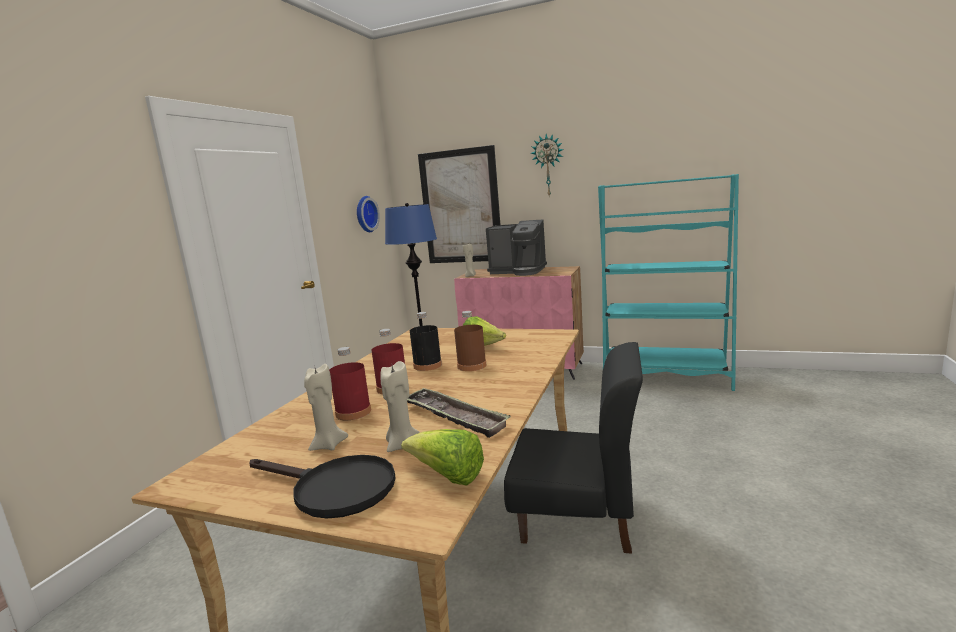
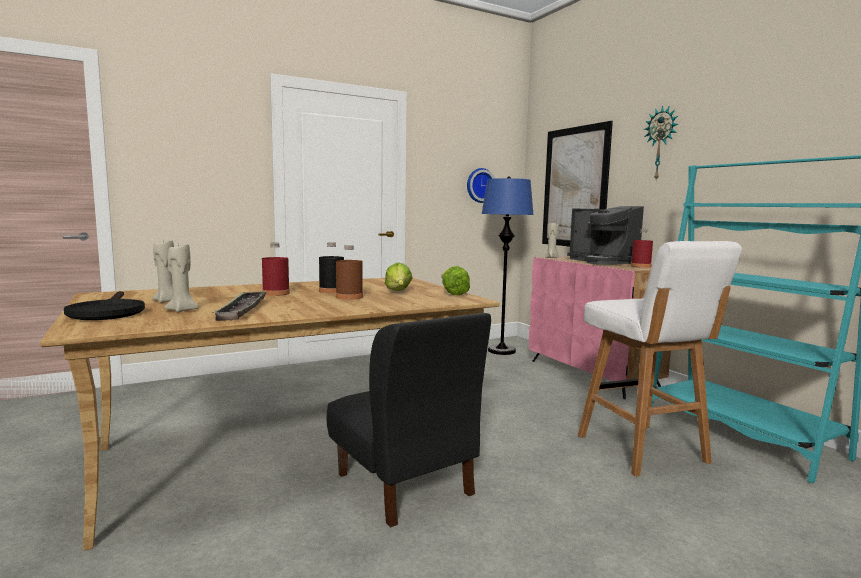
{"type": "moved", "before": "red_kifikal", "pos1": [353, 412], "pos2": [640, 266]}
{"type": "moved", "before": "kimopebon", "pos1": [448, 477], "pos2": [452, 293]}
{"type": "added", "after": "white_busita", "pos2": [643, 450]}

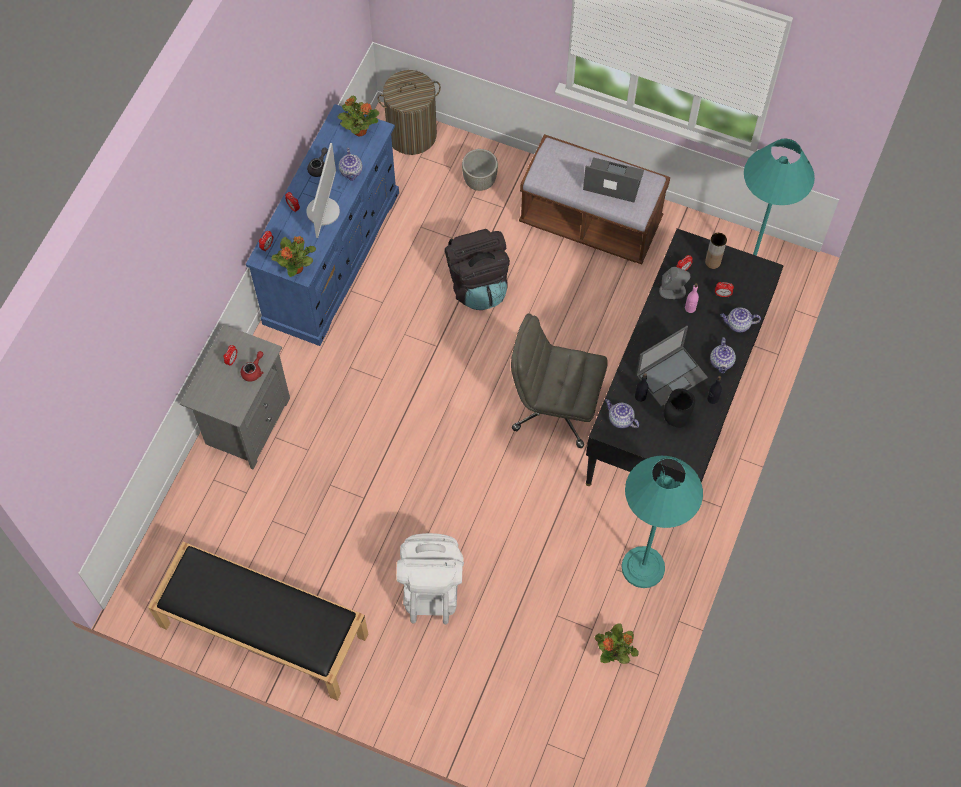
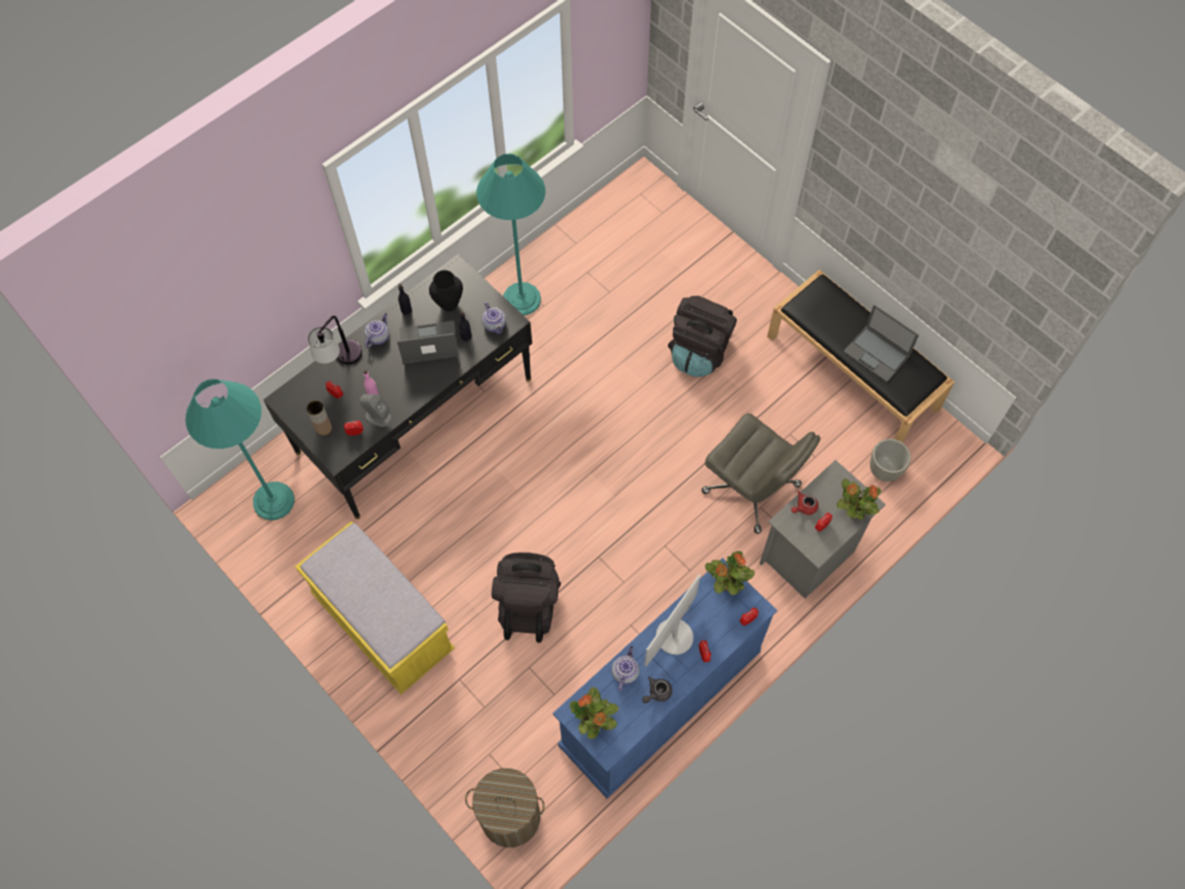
{"type": "recoloured", "before": "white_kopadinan", "after": "black_kopadinan", "pos1": [431, 586], "pos2": [699, 351]}
{"type": "moved", "before": "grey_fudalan", "pos1": [480, 181], "pos2": [884, 470]}
{"type": "moved", "before": "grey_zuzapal", "pos1": [555, 408], "pos2": [752, 489]}
{"type": "recoloured", "before": "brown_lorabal", "after": "yellow_lorabal", "pos1": [590, 222], "pos2": [383, 623]}
{"type": "moved", "before": "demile", "pos1": [612, 180], "pos2": [877, 354]}
{"type": "moved", "before": "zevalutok", "pos1": [614, 653], "pos2": [853, 510]}
{"type": "replaced", "before": "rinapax", "after": "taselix", "pos1": [737, 324], "pos2": [341, 363]}

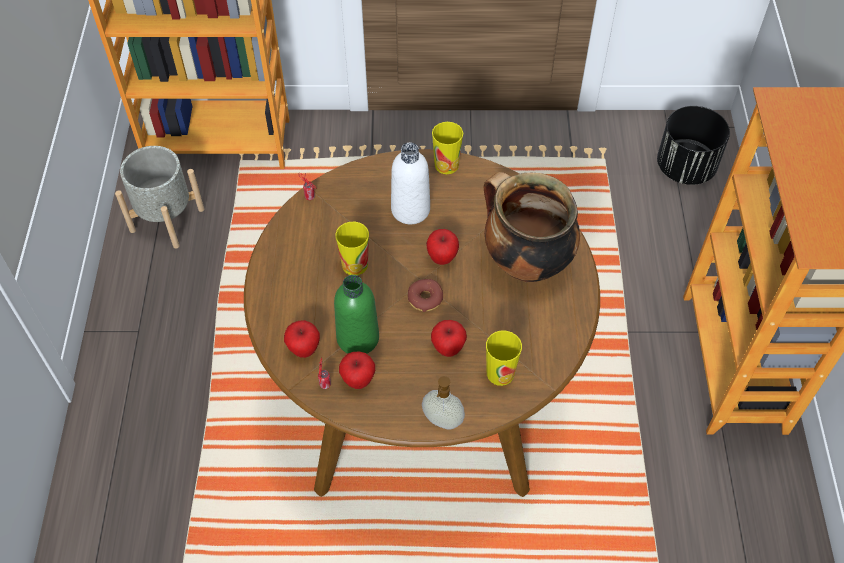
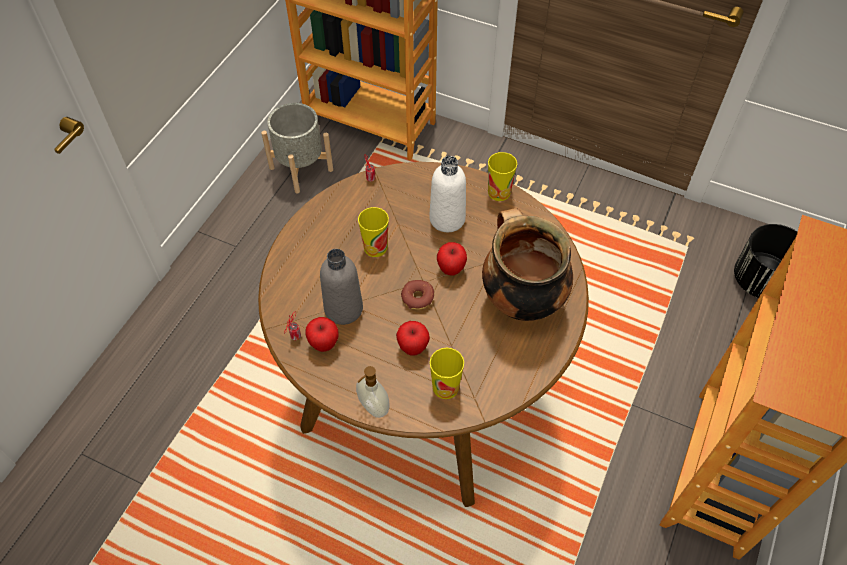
{"type": "removed", "before": "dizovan", "pos1": [304, 349]}
{"type": "recoloured", "before": "green_kifikal", "after": "grey_kifikal", "pos1": [358, 338], "pos2": [343, 309]}

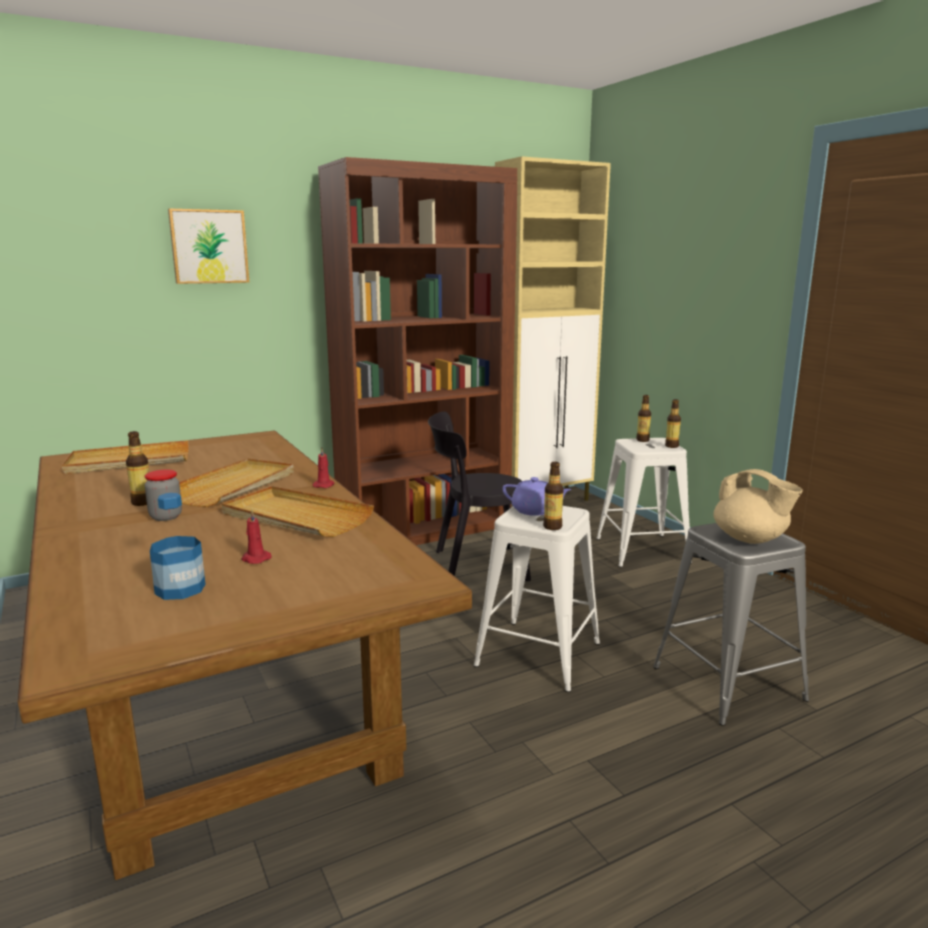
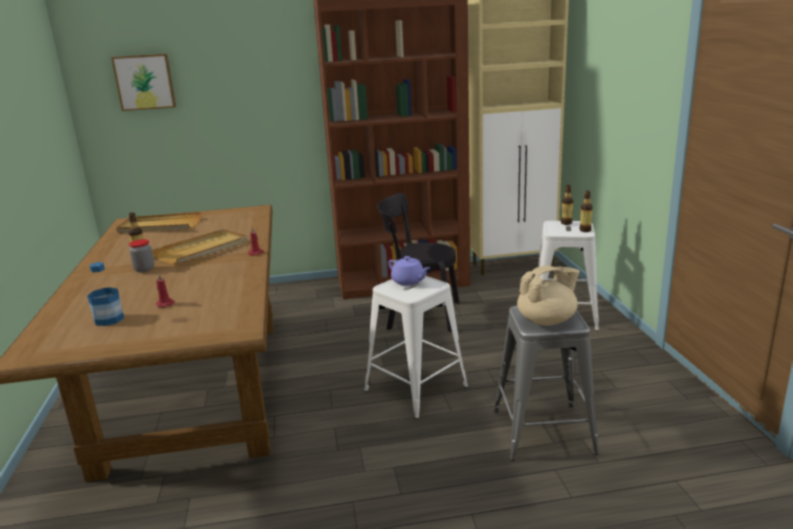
{"type": "moved", "before": "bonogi", "pos1": [209, 246], "pos2": [145, 82]}
{"type": "removed", "before": "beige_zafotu", "pos1": [295, 517]}
{"type": "removed", "before": "kifikal", "pos1": [552, 527]}
{"type": "turned", "before": "beige_rinapax", "pos1": [750, 539], "pos2": [547, 321], "turn": -90}

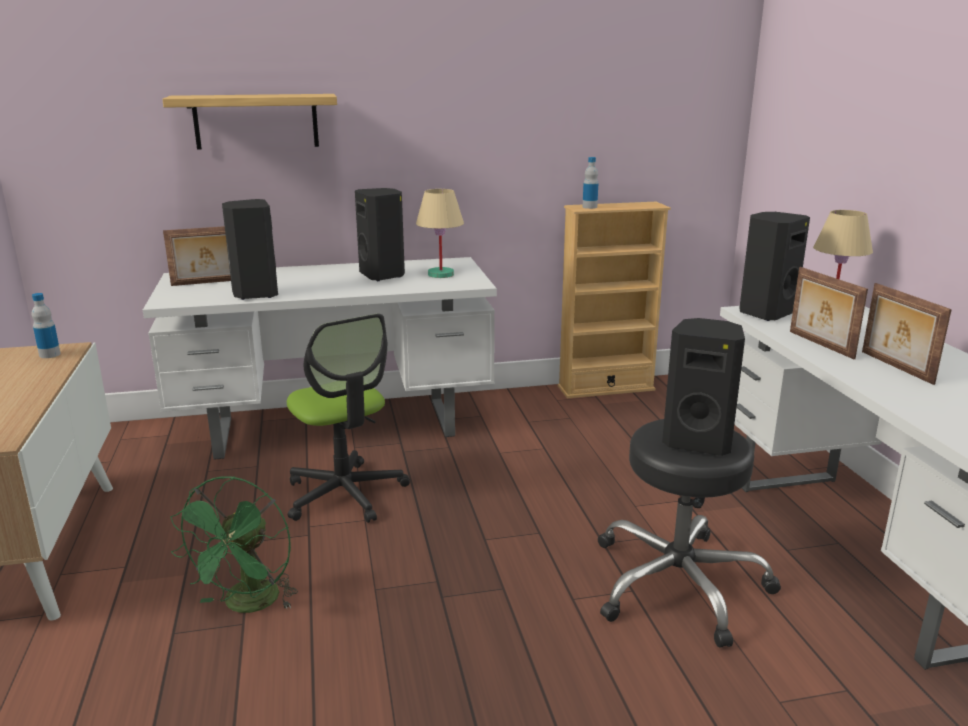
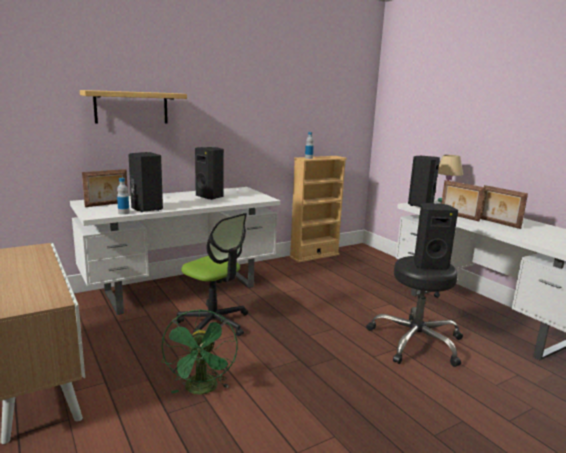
{"type": "moved", "before": "kifikal", "pos1": [50, 354], "pos2": [123, 213]}
{"type": "removed", "before": "beige_taselix", "pos1": [441, 274]}

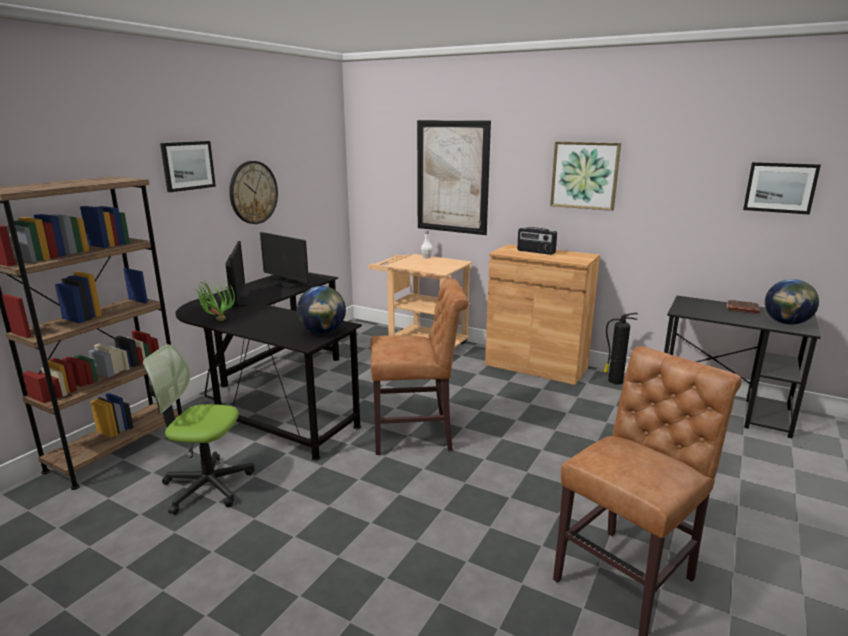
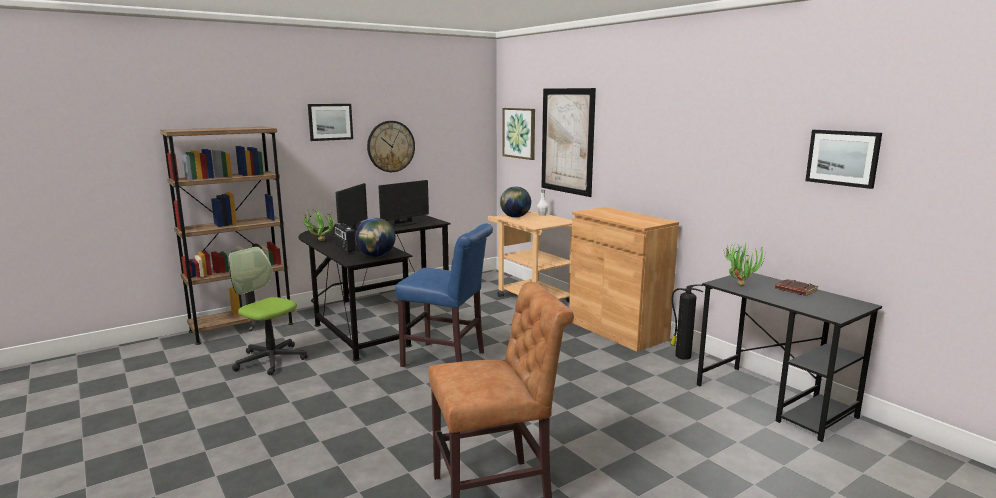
{"type": "turned", "before": "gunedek", "pos1": [288, 284], "pos2": [404, 223], "turn": -105}
{"type": "recoloured", "before": "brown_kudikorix", "after": "blue_kudikorix", "pos1": [417, 435], "pos2": [447, 360]}
{"type": "moved", "before": "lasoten", "pos1": [535, 252], "pos2": [344, 248]}
{"type": "moved", "before": "bonogi", "pos1": [584, 175], "pos2": [519, 133]}
{"type": "moved", "before": "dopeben", "pos1": [786, 323], "pos2": [515, 217]}
{"type": "added", "after": "zevalutok", "pos2": [740, 284]}

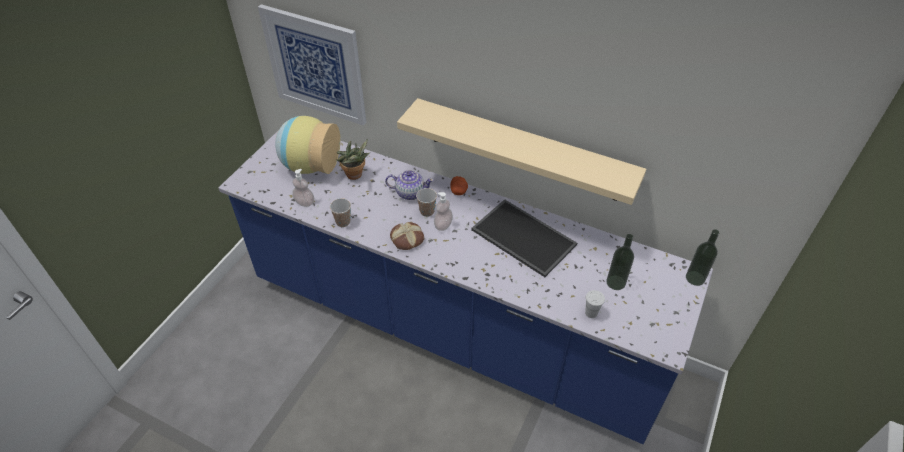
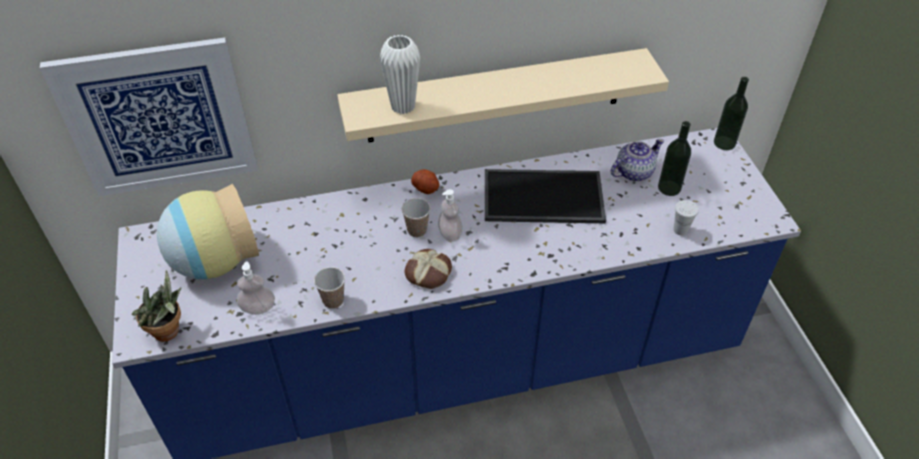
{"type": "moved", "before": "zevalutok", "pos1": [355, 176], "pos2": [170, 332]}
{"type": "moved", "before": "rinapax", "pos1": [410, 193], "pos2": [633, 172]}
{"type": "added", "after": "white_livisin", "pos2": [403, 106]}

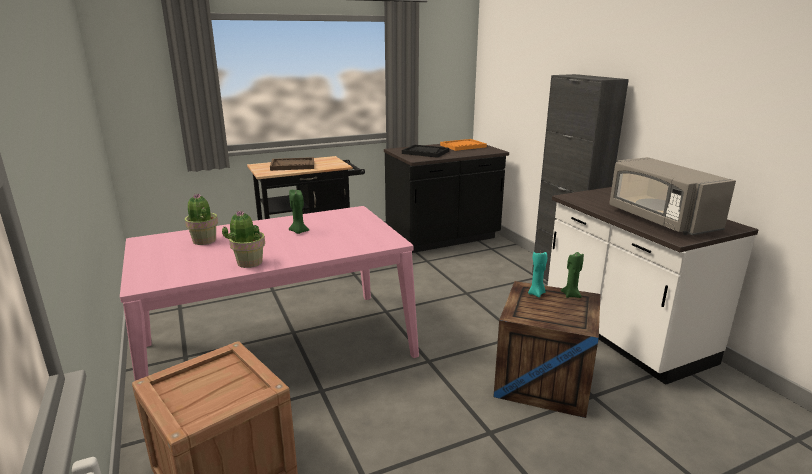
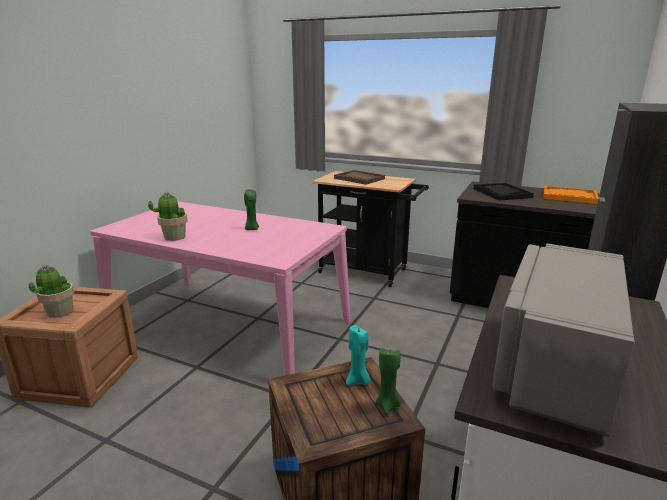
{"type": "moved", "before": "zevalutok", "pos1": [204, 241], "pos2": [59, 312]}

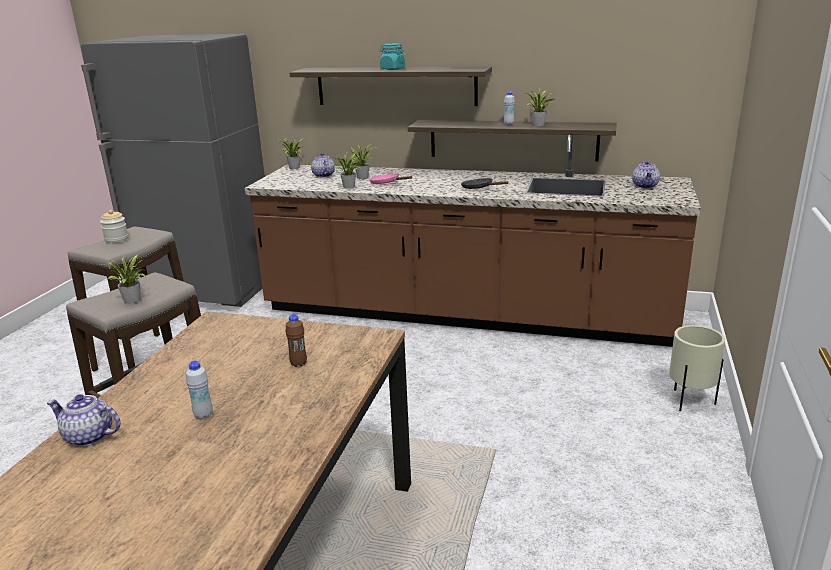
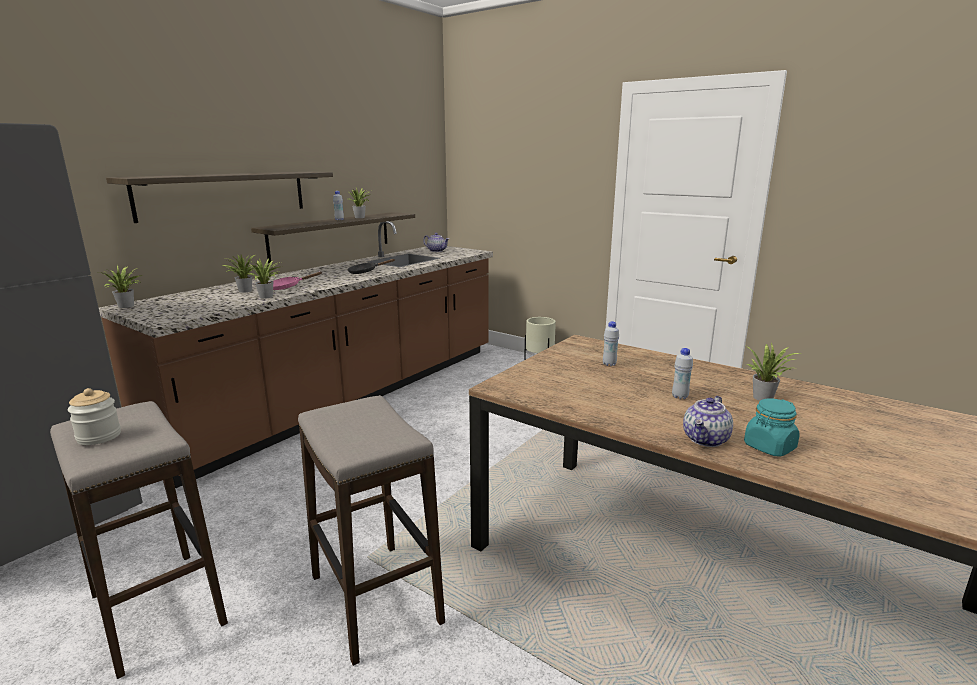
{"type": "moved", "before": "zevalutok", "pos1": [133, 301], "pos2": [765, 397]}
{"type": "recoloured", "before": "brown_kifikal", "after": "white_kifikal", "pos1": [298, 364], "pos2": [609, 364]}
{"type": "removed", "before": "rinapax", "pos1": [323, 175]}
{"type": "moved", "before": "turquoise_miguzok", "pos1": [392, 69], "pos2": [769, 447]}

